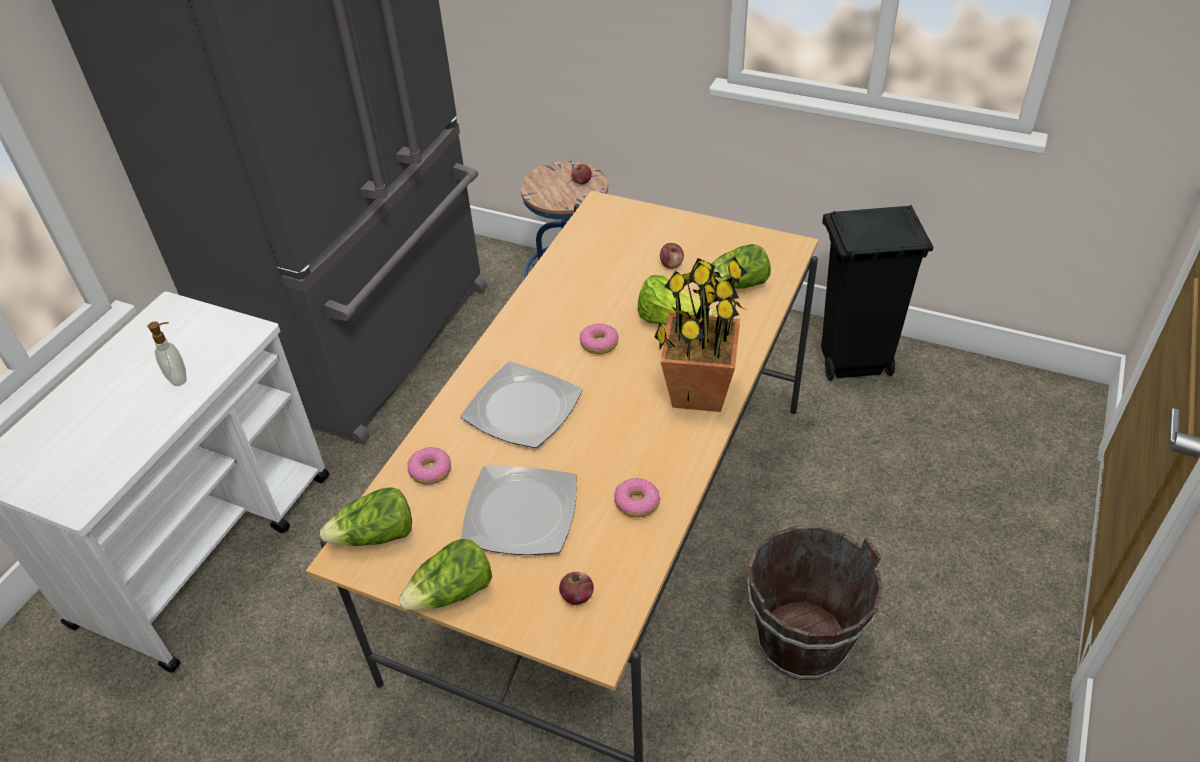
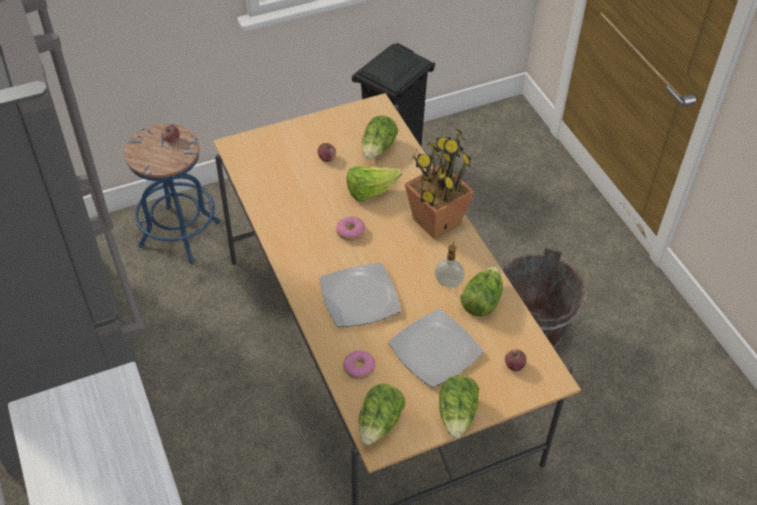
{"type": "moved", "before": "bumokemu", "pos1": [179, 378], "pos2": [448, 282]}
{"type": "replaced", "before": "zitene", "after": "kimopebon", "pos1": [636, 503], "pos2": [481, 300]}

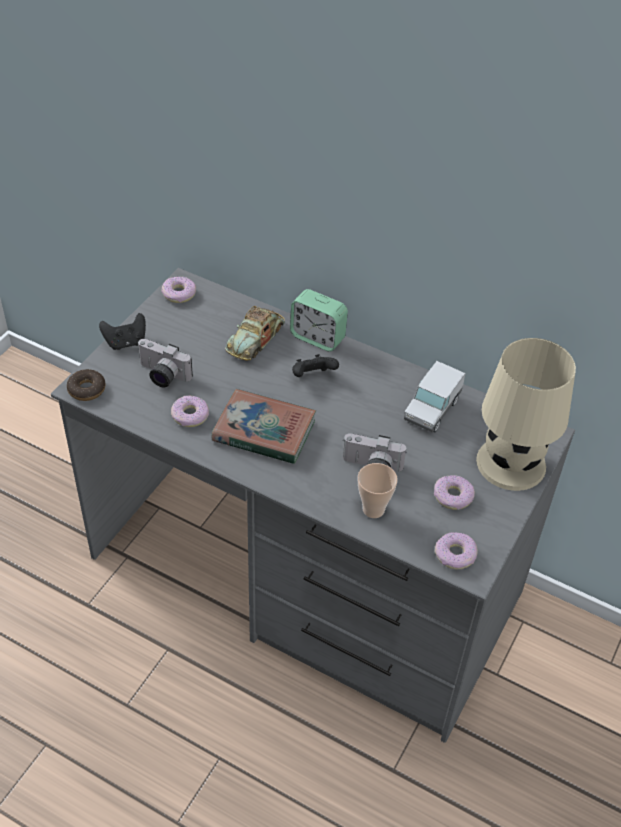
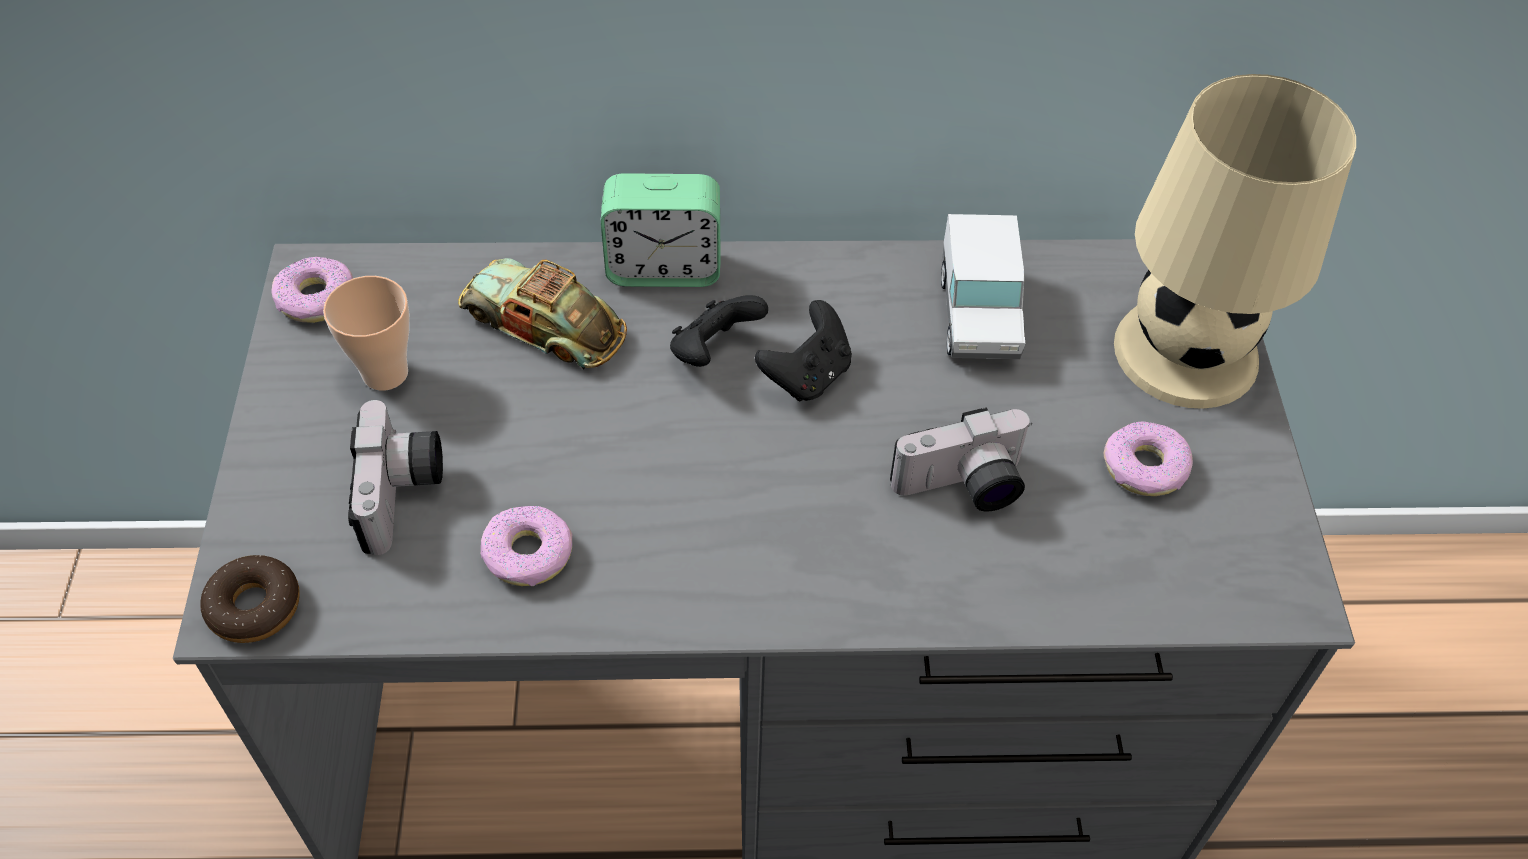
{"type": "moved", "before": "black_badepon", "pos1": [125, 342], "pos2": [807, 375]}
{"type": "turned", "before": "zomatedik", "pos1": [161, 375], "pos2": [403, 494], "turn": -90}
{"type": "removed", "before": "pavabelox", "pos1": [264, 431]}
{"type": "turned", "before": "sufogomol", "pos1": [255, 339], "pos2": [544, 324], "turn": 120}
{"type": "moved", "before": "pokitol", "pos1": [373, 509], "pos2": [385, 373]}
{"type": "removed", "before": "zitene", "pos1": [455, 555]}

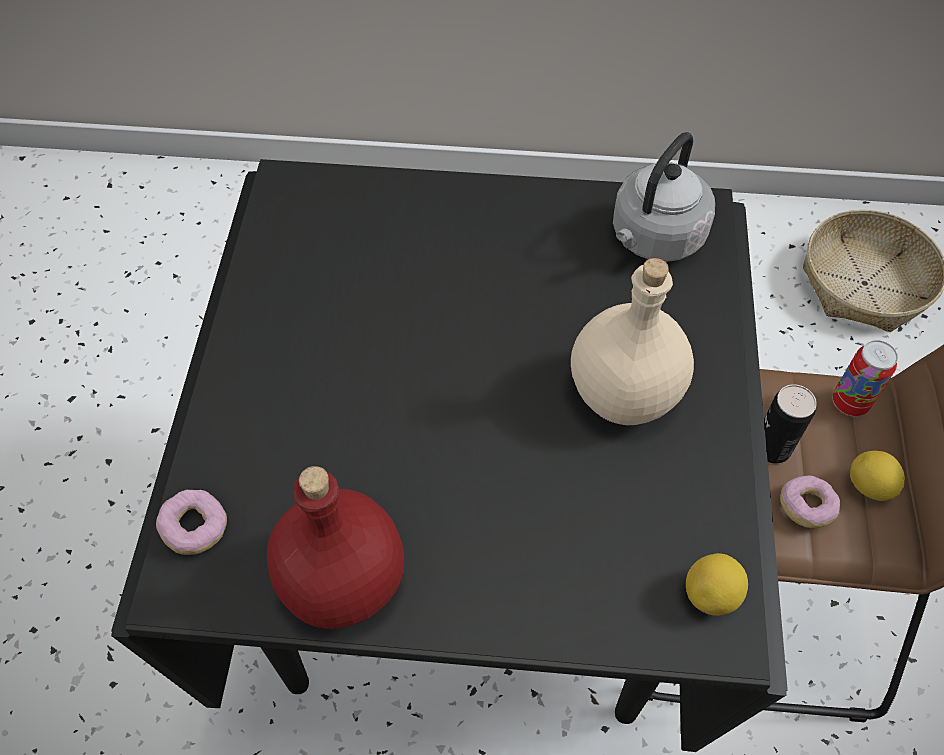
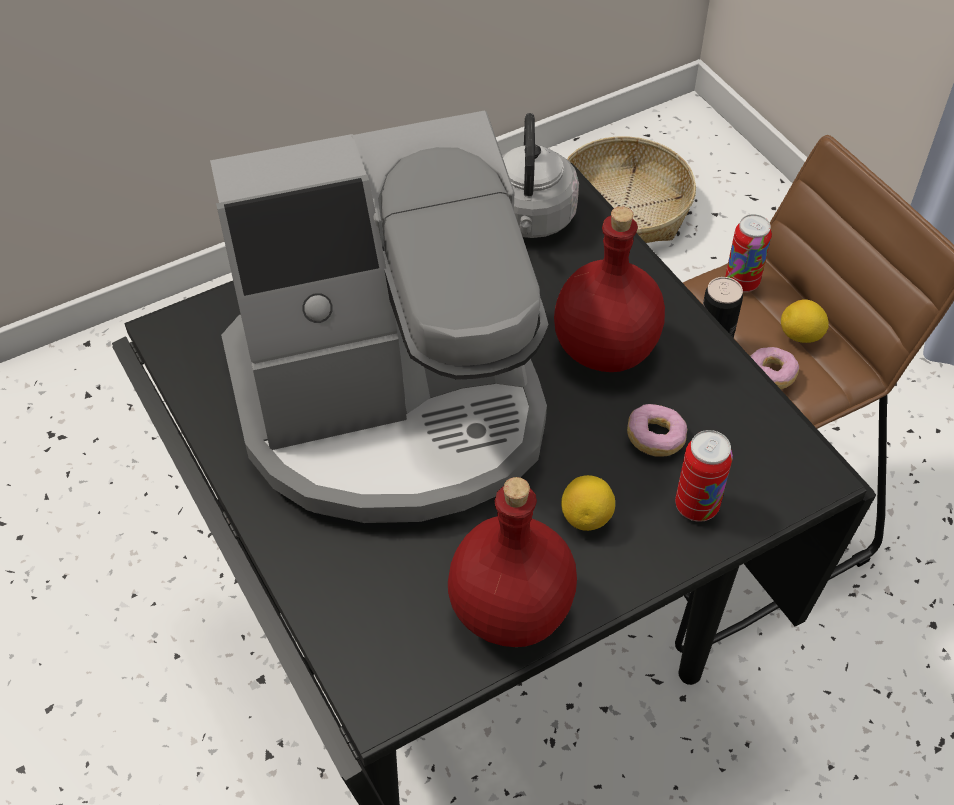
{"type": "moved", "before": "zitene", "pos1": [195, 528], "pos2": [655, 438]}
{"type": "recoloured", "before": "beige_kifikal", "after": "red_kifikal", "pos1": [624, 395], "pos2": [607, 350]}
{"type": "moved", "before": "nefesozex", "pos1": [711, 594], "pos2": [586, 517]}
{"type": "added", "after": "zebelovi", "pos2": [393, 407]}
{"type": "added", "after": "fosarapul", "pos2": [696, 506]}

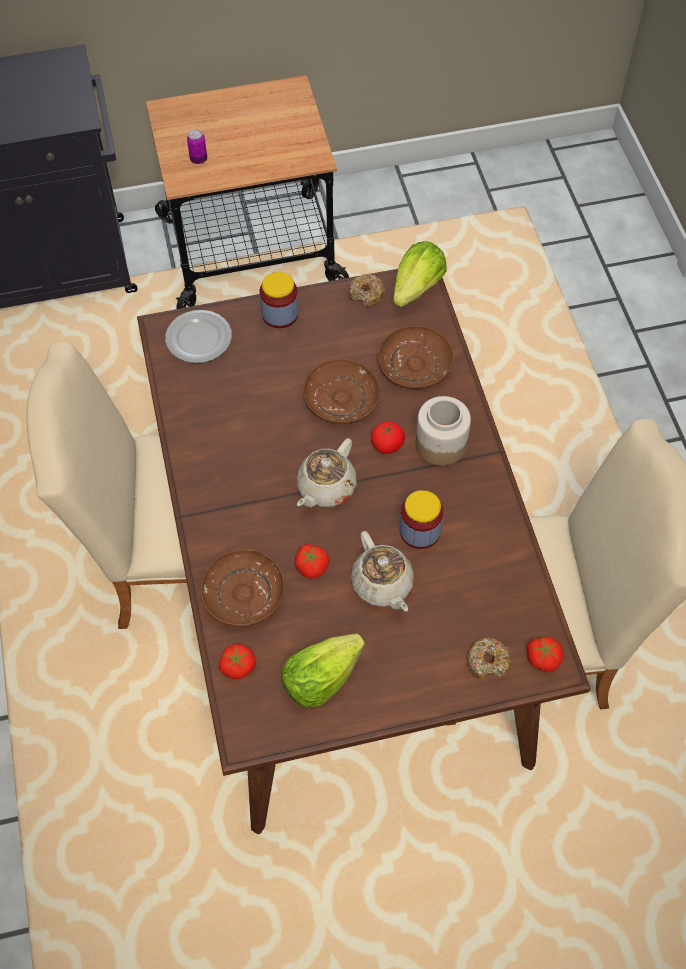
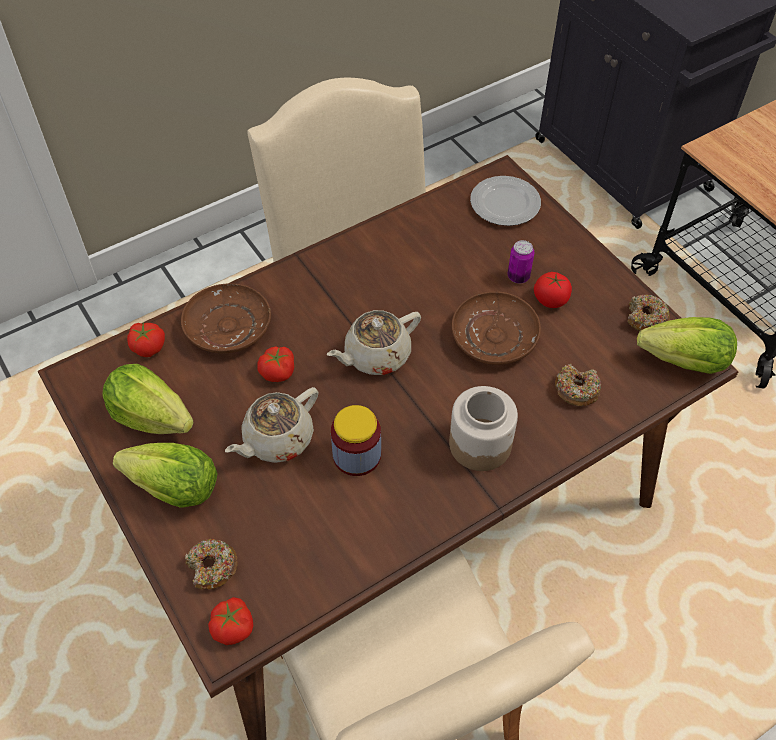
{"type": "moved", "before": "fosarapul", "pos1": [198, 159], "pos2": [518, 277]}
{"type": "removed", "before": "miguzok", "pos1": [280, 314]}
{"type": "turned", "before": "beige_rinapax", "pos1": [325, 488], "pos2": [376, 355], "turn": -45}
{"type": "moved", "before": "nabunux", "pos1": [387, 445], "pos2": [550, 300]}
{"type": "replaced", "before": "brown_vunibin", "after": "zitene", "pos1": [415, 364], "pos2": [576, 390]}
{"type": "added", "after": "kimopebon", "pos2": [175, 488]}

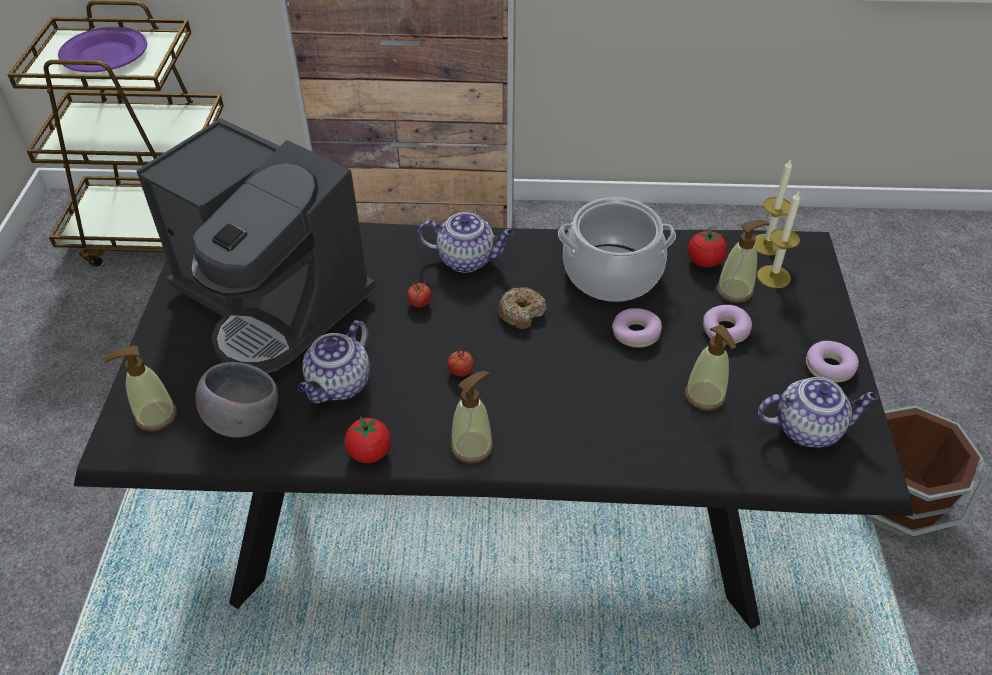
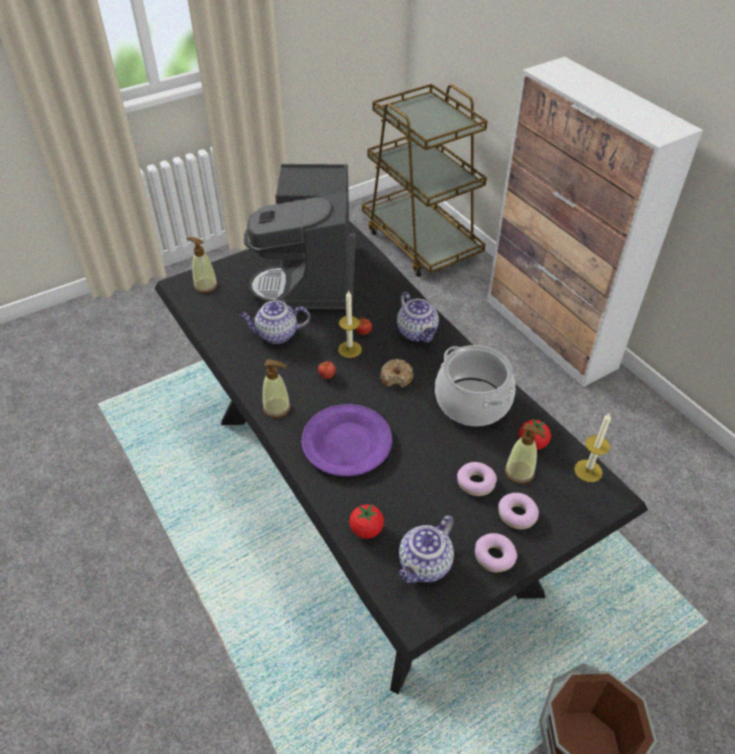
{"type": "moved", "before": "purple_vunibin", "pos1": [104, 55], "pos2": [346, 443]}
{"type": "removed", "before": "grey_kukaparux", "pos1": [243, 421]}
{"type": "moved", "before": "nabunux", "pos1": [370, 453], "pos2": [366, 529]}
{"type": "moved", "before": "zitene", "pos1": [636, 333], "pos2": [517, 514]}
{"type": "removed", "before": "bumokemu", "pos1": [705, 396]}
{"type": "moved", "before": "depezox", "pos1": [773, 276], "pos2": [349, 349]}
{"type": "turned", "before": "rinapax", "pos1": [809, 428], "pos2": [424, 565], "turn": 75}

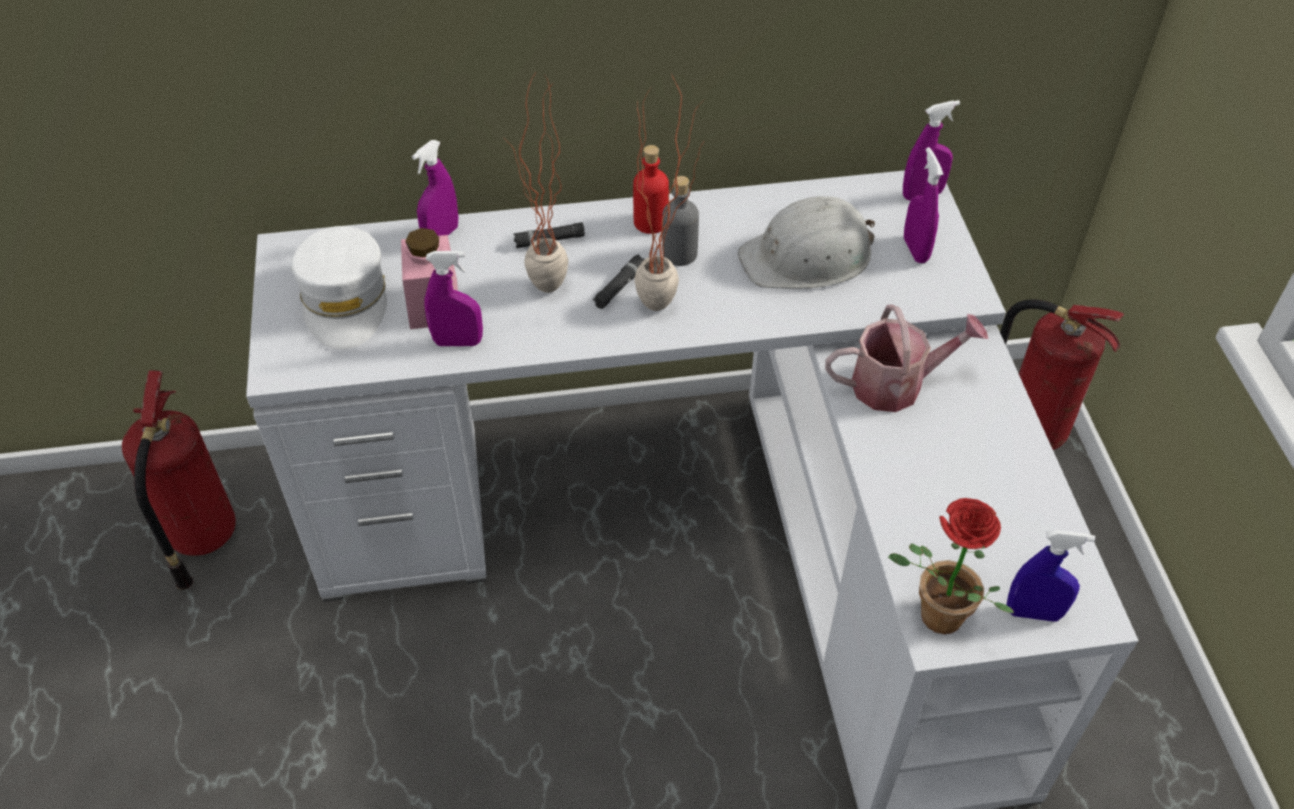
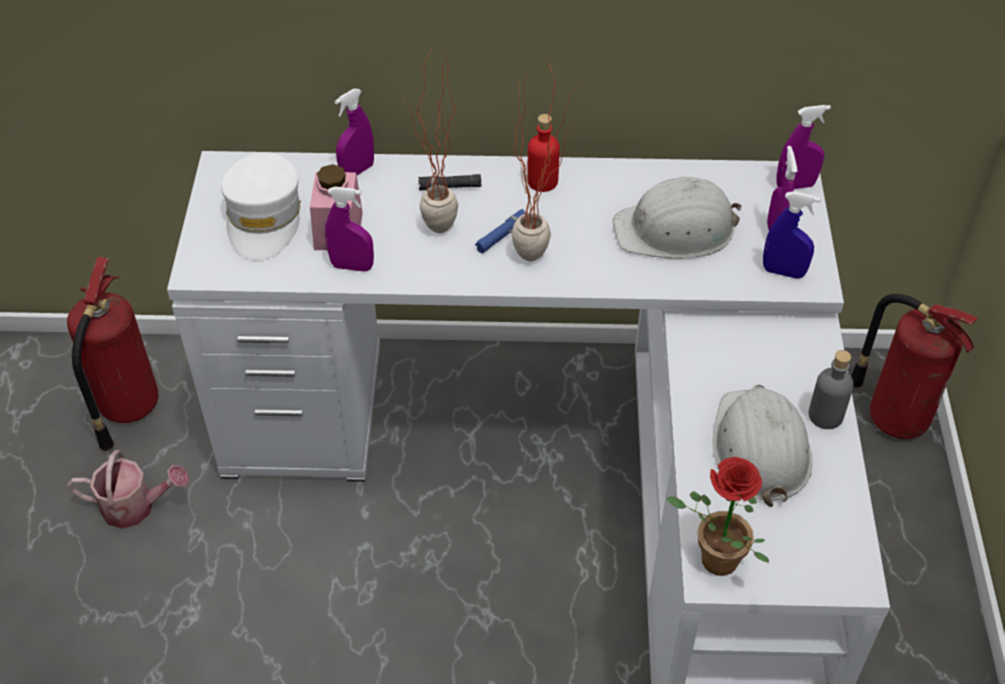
{"type": "recoloured", "before": "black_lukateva", "after": "blue_lukateva", "pos1": [620, 287], "pos2": [502, 236]}
{"type": "moved", "before": "grey_kifikal", "pos1": [679, 254], "pos2": [825, 415]}
{"type": "moved", "before": "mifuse", "pos1": [897, 384], "pos2": [135, 506]}
{"type": "moved", "before": "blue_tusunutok", "pos1": [1033, 613], "pos2": [783, 272]}
{"type": "added", "after": "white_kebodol", "pos2": [759, 448]}

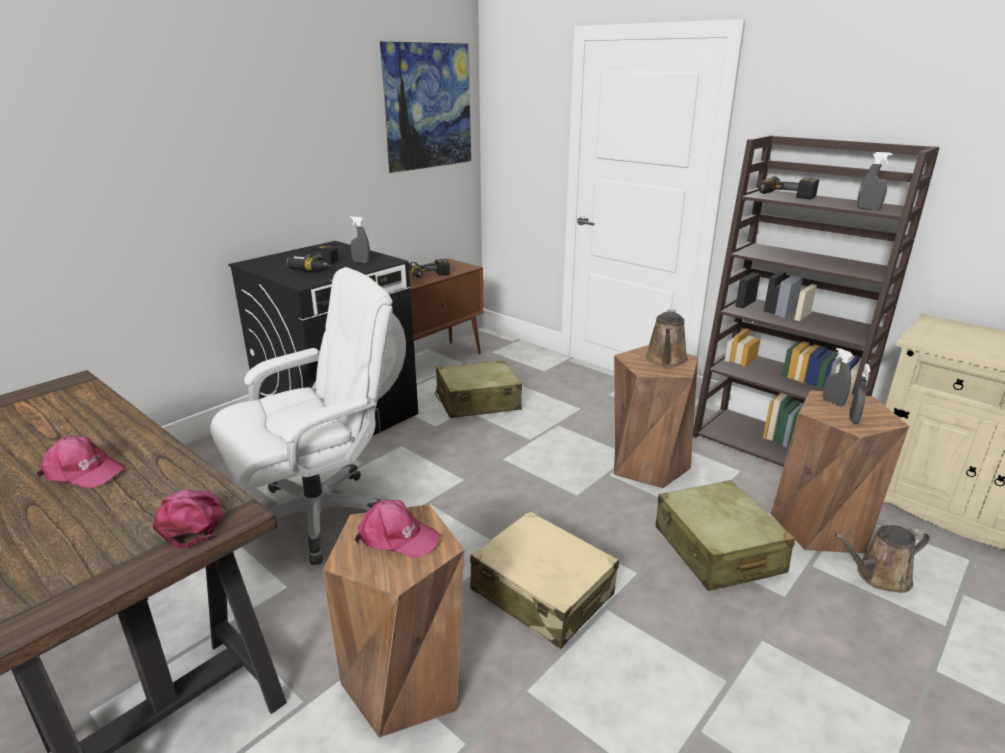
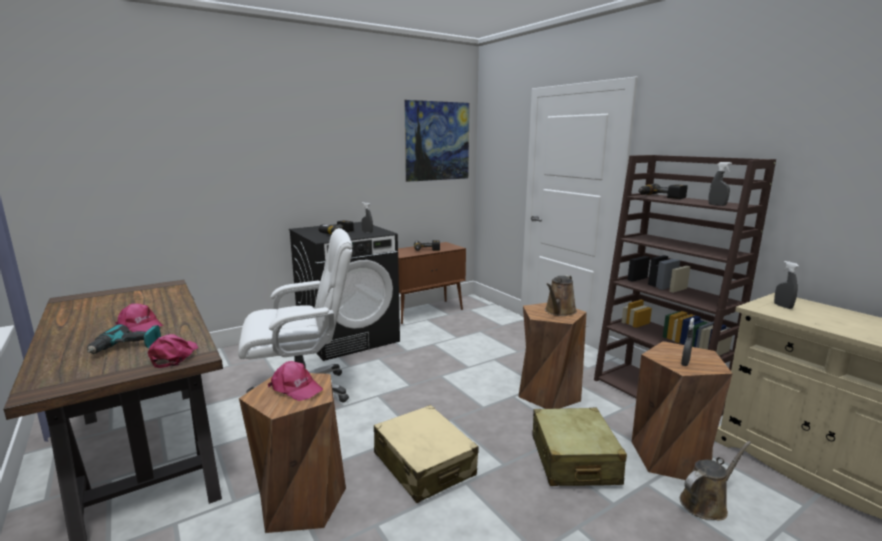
{"type": "removed", "before": "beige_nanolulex", "pos1": [477, 402]}
{"type": "moved", "before": "grey_tusunutok", "pos1": [833, 402], "pos2": [783, 306]}
{"type": "turned", "before": "brown_mifuse", "pos1": [879, 577], "pos2": [706, 503], "turn": 150}
{"type": "added", "after": "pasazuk", "pos2": [127, 348]}

